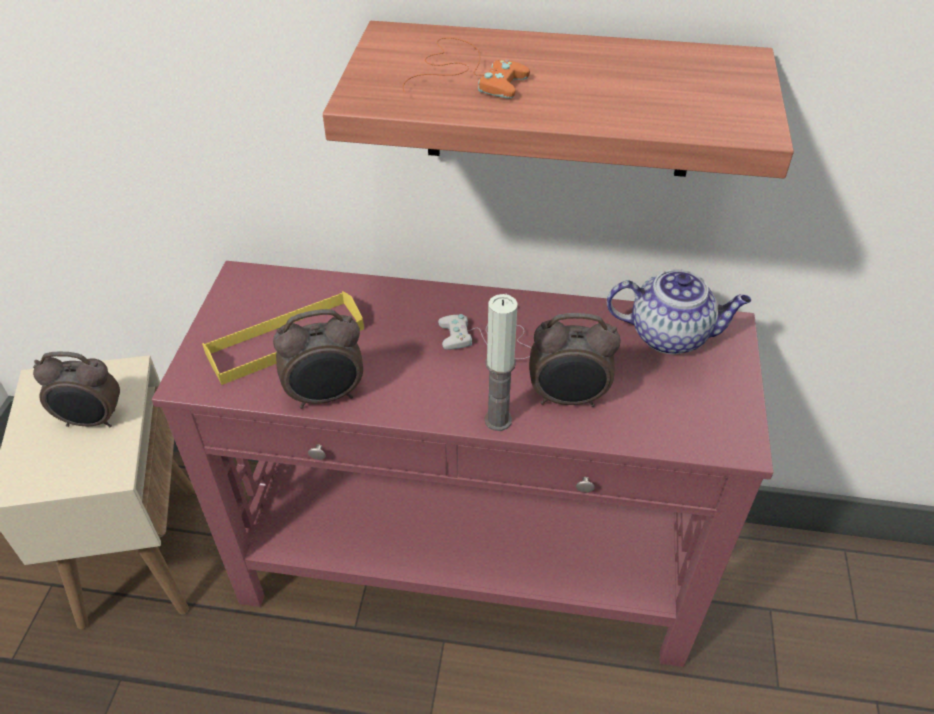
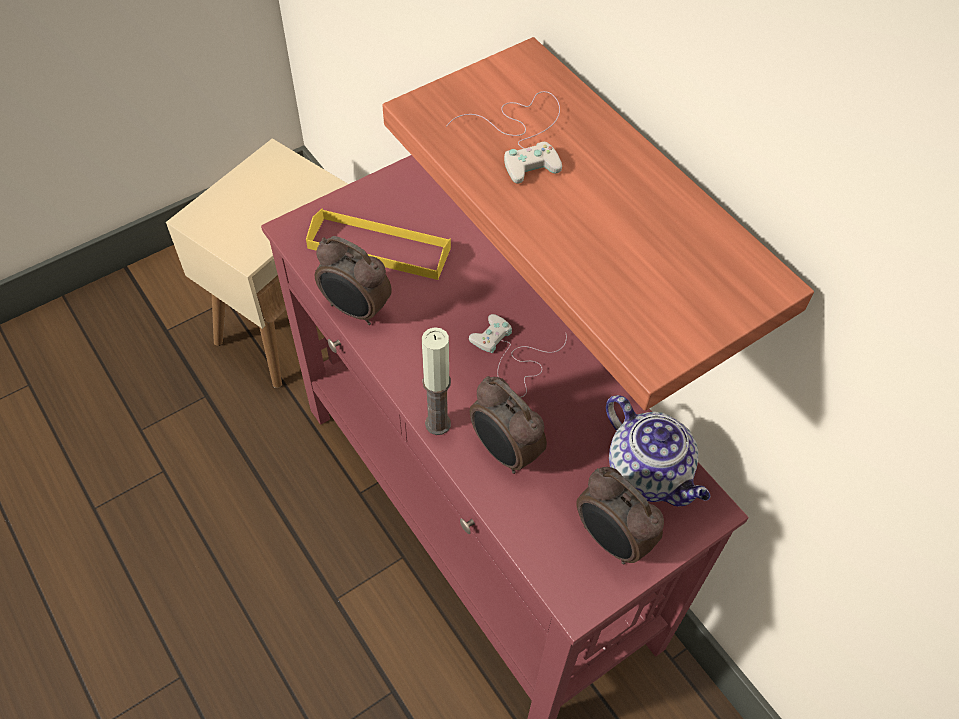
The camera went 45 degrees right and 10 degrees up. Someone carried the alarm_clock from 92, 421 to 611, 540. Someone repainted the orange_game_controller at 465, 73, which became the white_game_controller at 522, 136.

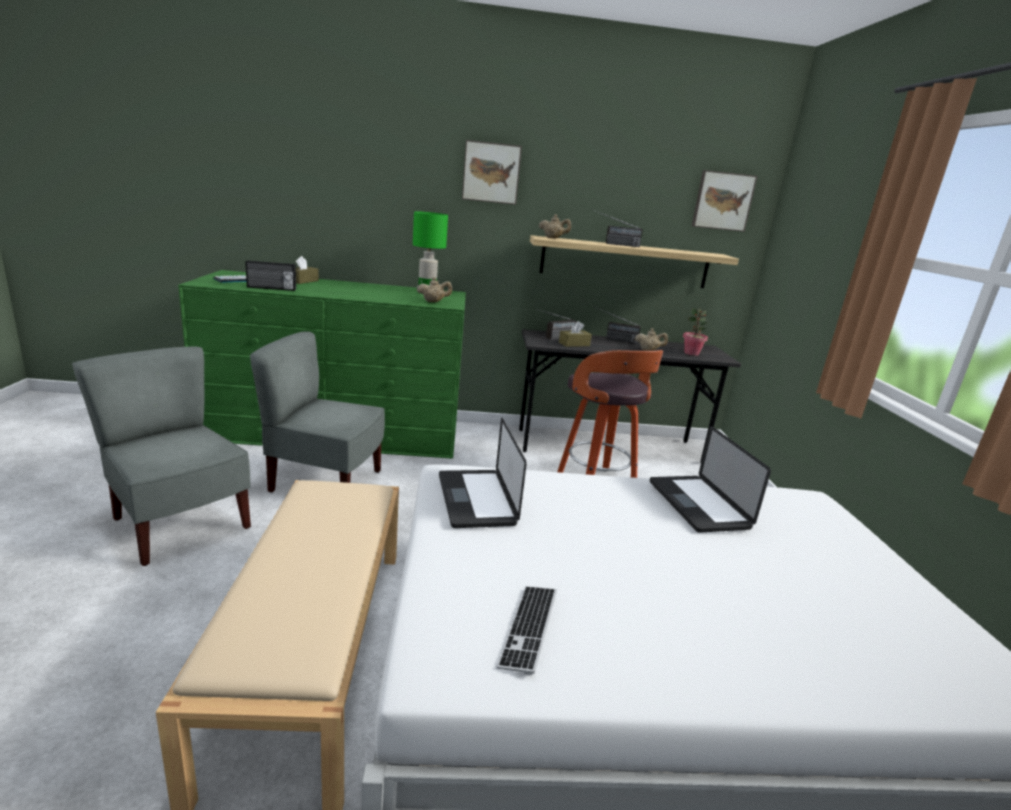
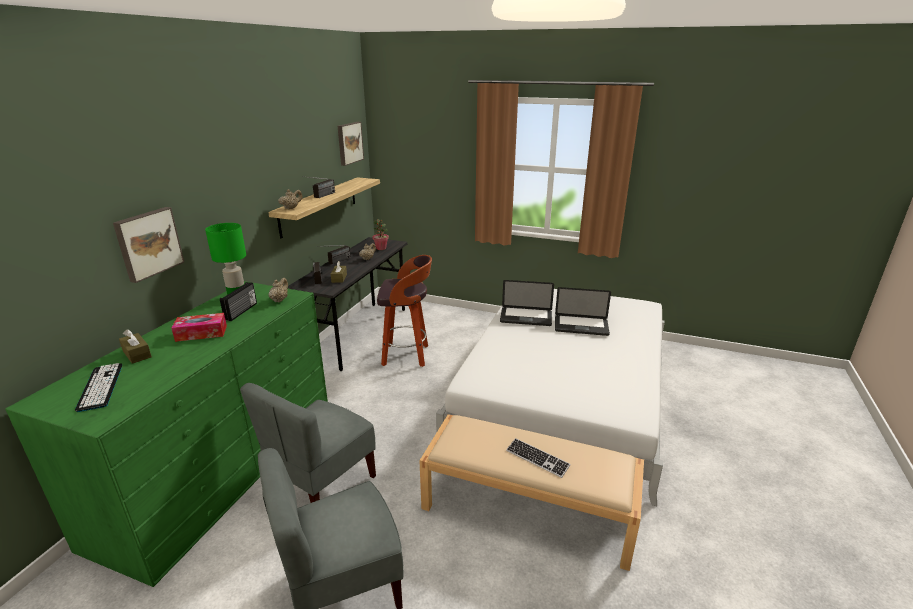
The camera went 65 degrees left and 5 degrees up. Someone carried the radio from 271, 288 to 241, 311. Someone carried the laptop from 476, 499 to 581, 326. Someone carried the picture from 491, 173 to 148, 243. Someone carried the keyboard from 528, 629 to 537, 459. Someone put down the tissue_box at 201, 333.

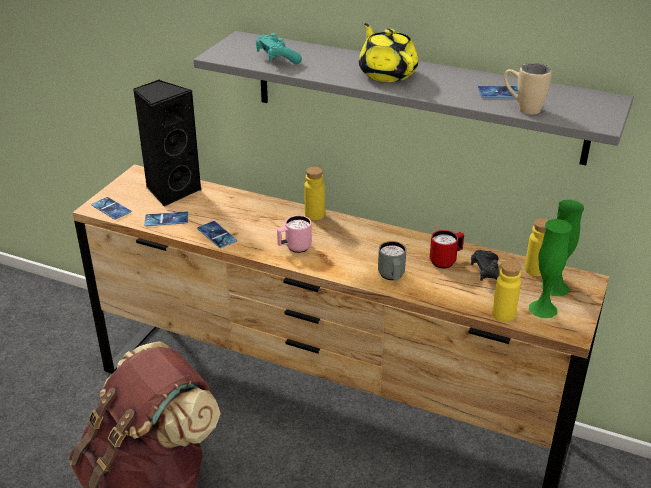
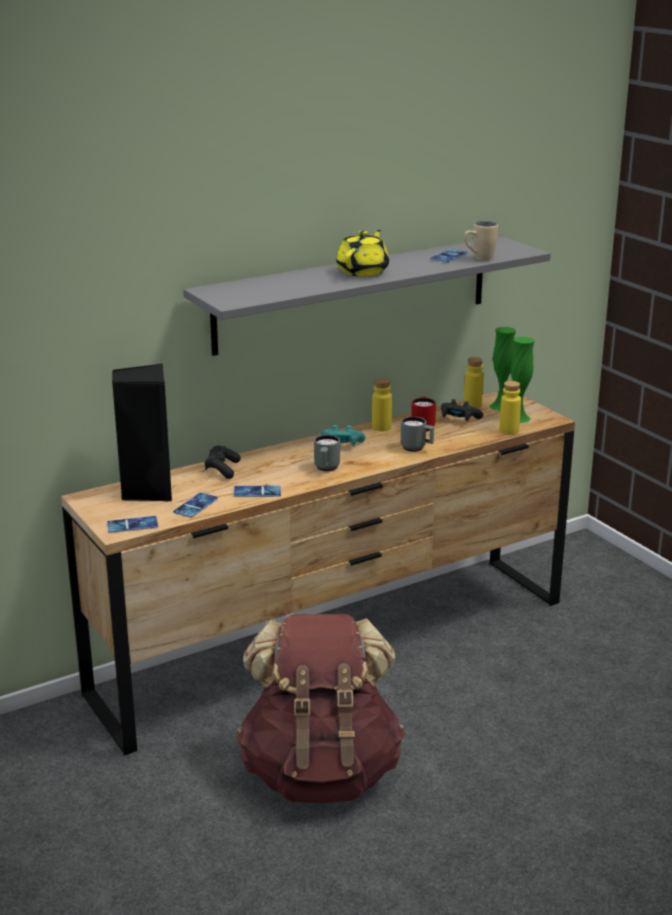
The camera went 55 degrees left and 10 degrees down. Someone carried the turquoise_game_controller from 277, 58 to 342, 445. Someone repainted the pink_mug at 294, 248, which became the grey_mug at 326, 469. Someone carried the yellow_bottle from 314, 215 to 381, 427. Someone rotated the yellow_teapot at 387, 73 by 105 degrees clockwise. Someone put down the black_game_controller at 222, 469.

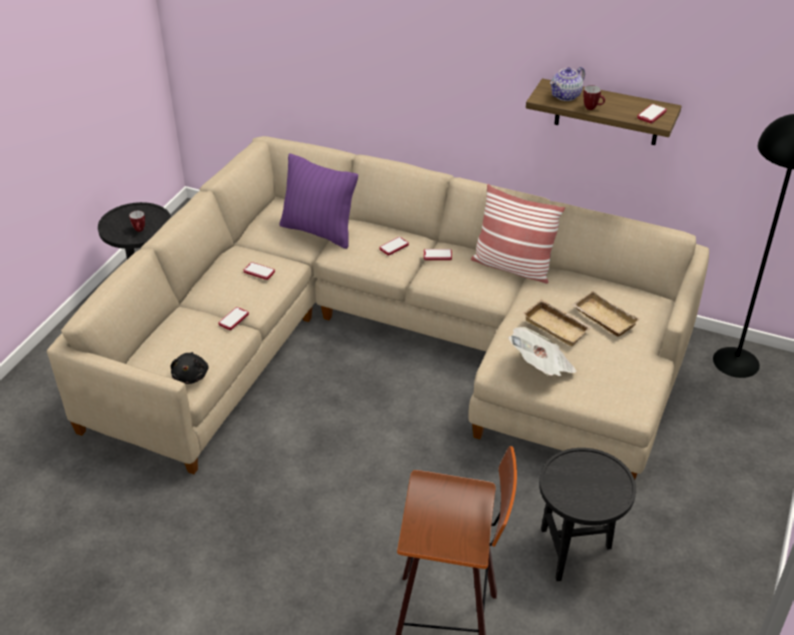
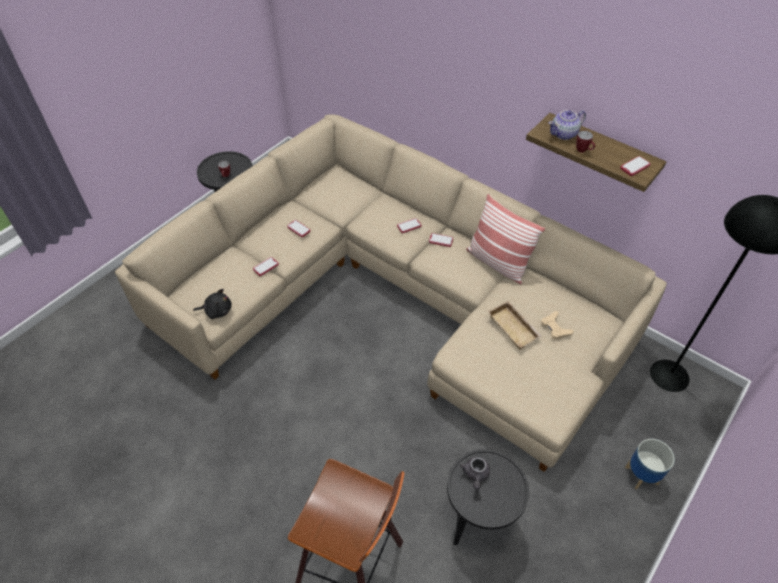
The camera went 15 degrees right and 10 degrees up. Someone rotated the black_plush_toy at 191, 376 by 105 degrees counterclockwise. Someone took away the purple_pillow at 319, 231. Someone took away the newspaper at 541, 366. Someone swapped the beige_tray at 602, 318 for the beige_game_controller at 555, 328. Someone put down the grey_teapot at 475, 475. Someone put down the planter at 641, 476.

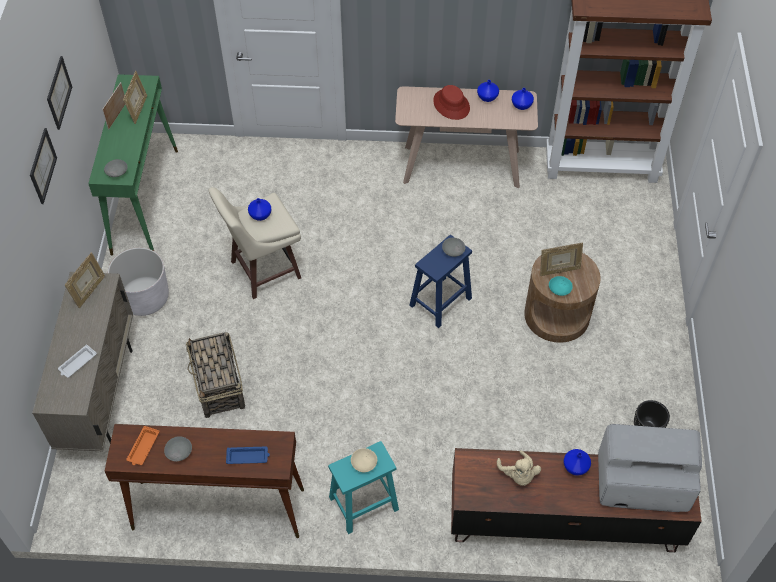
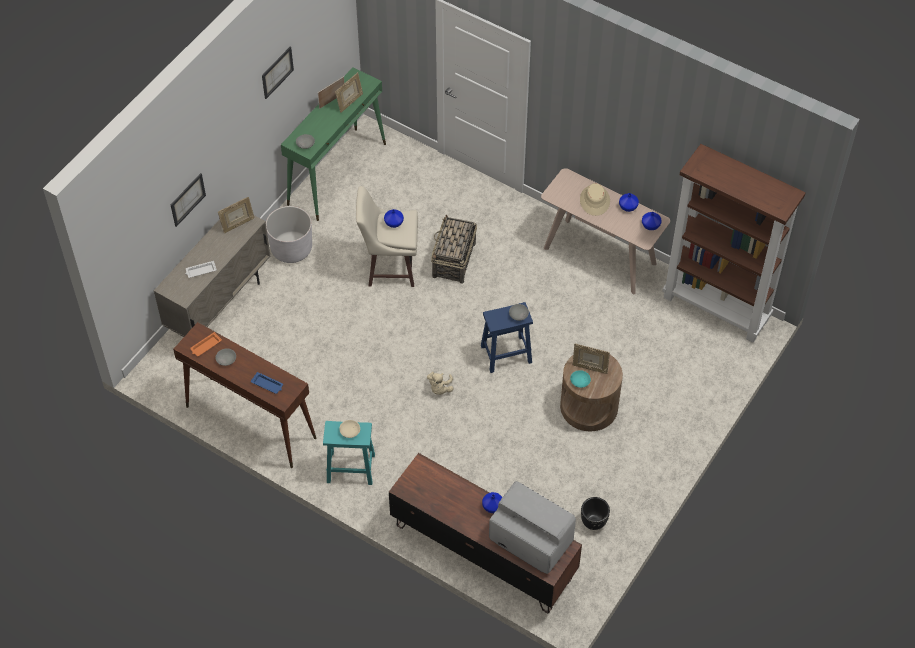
The camera went 30 degrees right and 0 degrees up. Someone carried the picture from 42, 166 to 187, 199. Someone carried the basket from 219, 386 to 453, 261. Someone repainted the red_hat at 451, 104, which became the beige_hat at 595, 200. Someone carried the beige_plush_toy from 518, 475 to 440, 388.

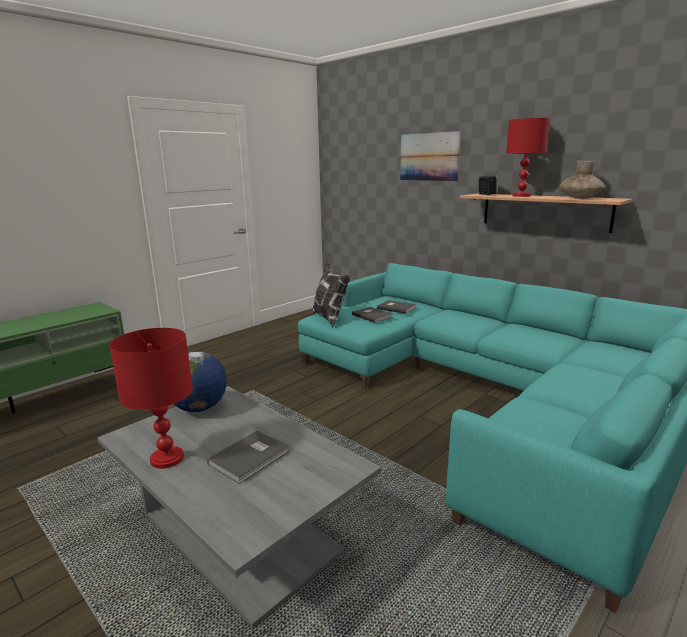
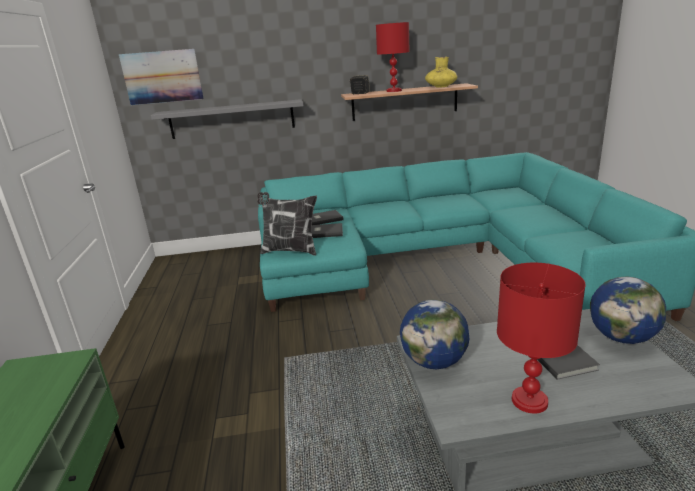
The camera went 50 degrees left and 5 degrees up. Someone carried the picture from 429, 157 to 162, 77. Someone repainted the brown_vase at 580, 198, which became the yellow_vase at 441, 87. Someone put up the grey_shelf at 232, 119. Someone put down the globe at 621, 337.

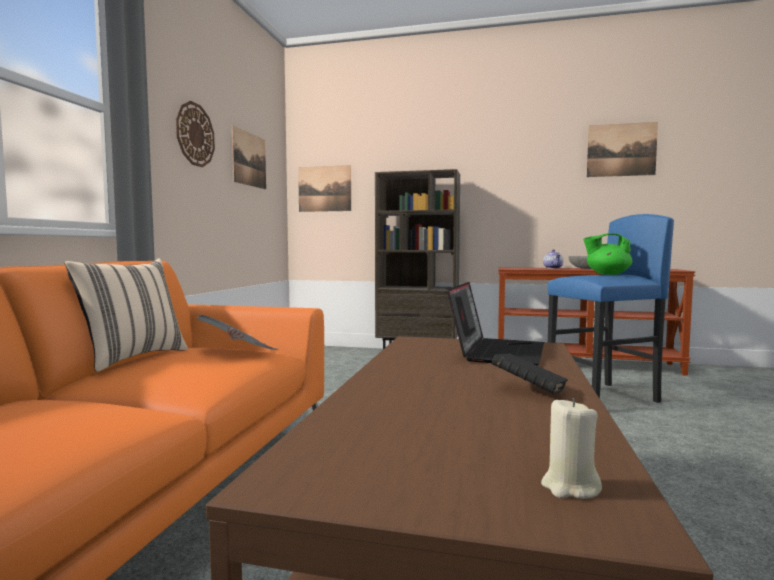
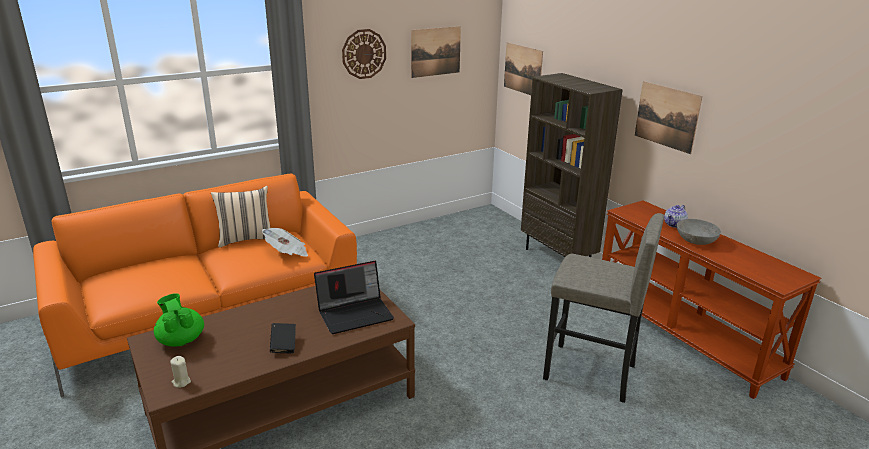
The camera went 45 degrees right and 20 degrees up. Someone repainted the blue_stool at 602, 397, which became the grey_stool at 589, 372. Someone carried the green_teapot from 607, 274 to 181, 340. Someone carried the picture from 621, 150 to 666, 116.

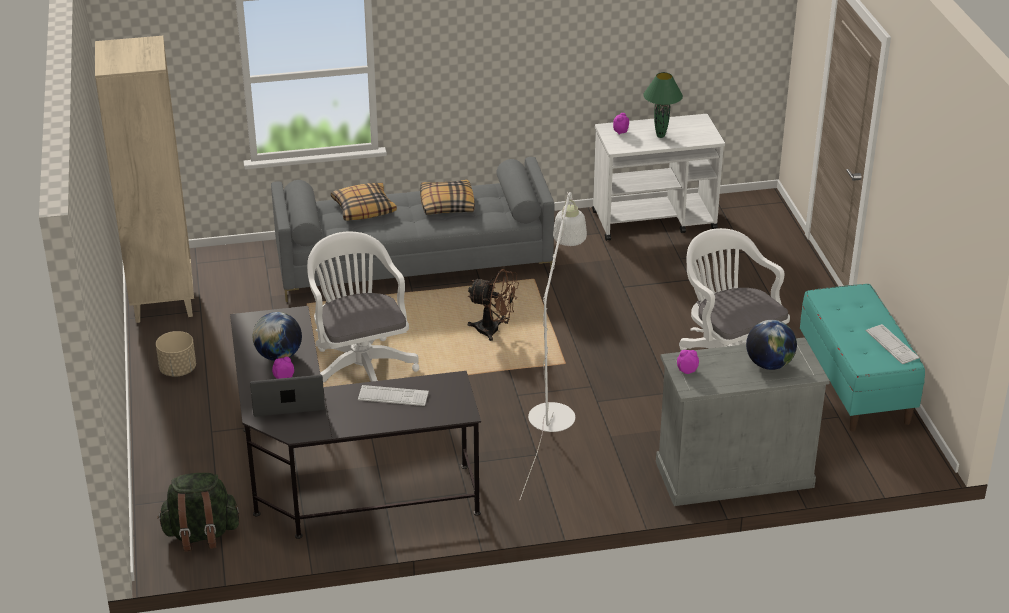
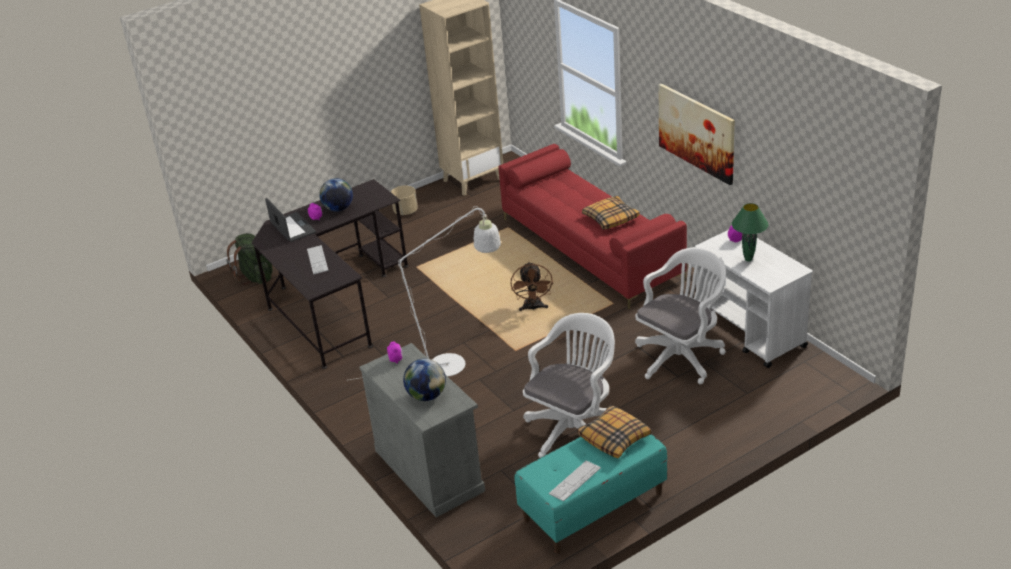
The camera went 70 degrees right and 0 degrees up. Someone repainted the grey_sofa at 414, 262, which became the red_sofa at 591, 249. Someone carried the white_office_chair from 360, 366 to 682, 356. Someone carried the pillow from 363, 208 to 614, 437. Someone put up the picture at 696, 132.

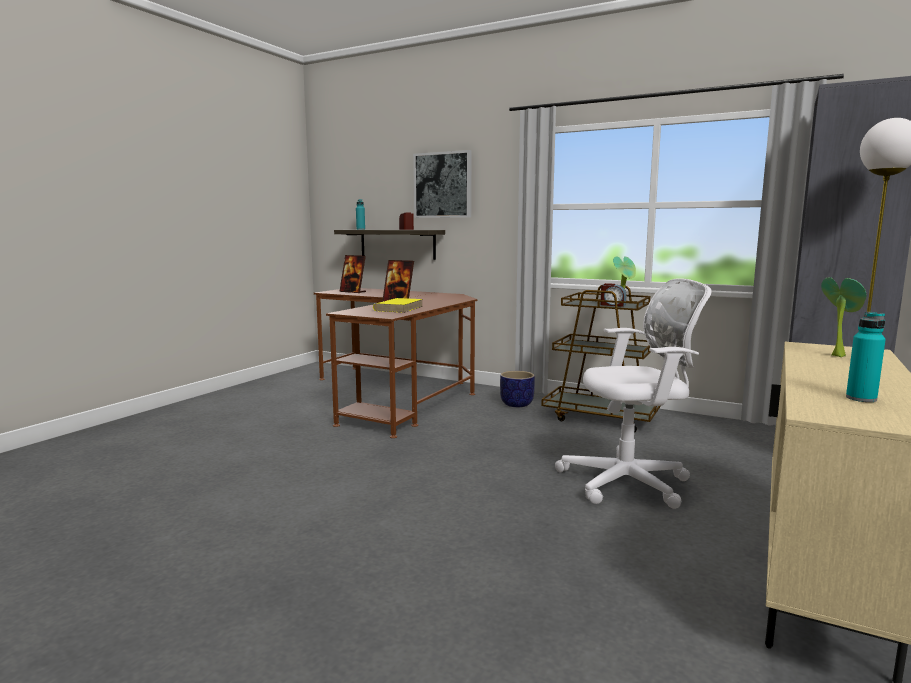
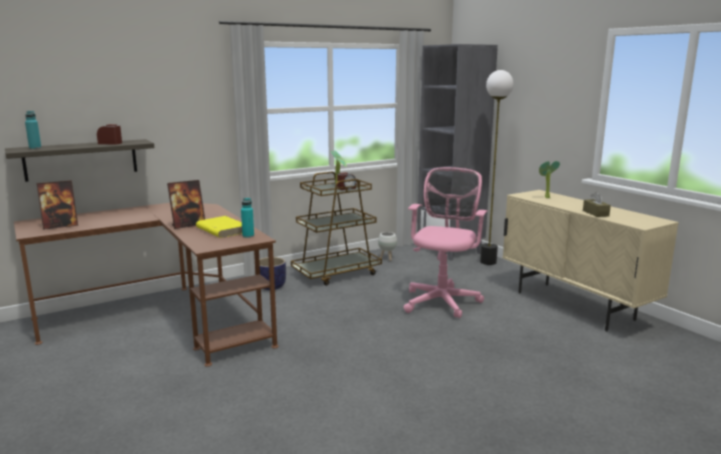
The camera went 60 degrees left and 5 degrees up. Someone took away the picture at 443, 185. Someone repainted the white_office_chair at 630, 483, which became the pink_office_chair at 442, 301. Someone carried the turquoise_bottle from 861, 398 to 248, 236. Someone put down the white_planter at 387, 258. Someone put down the brown_tissue_box at 595, 213.

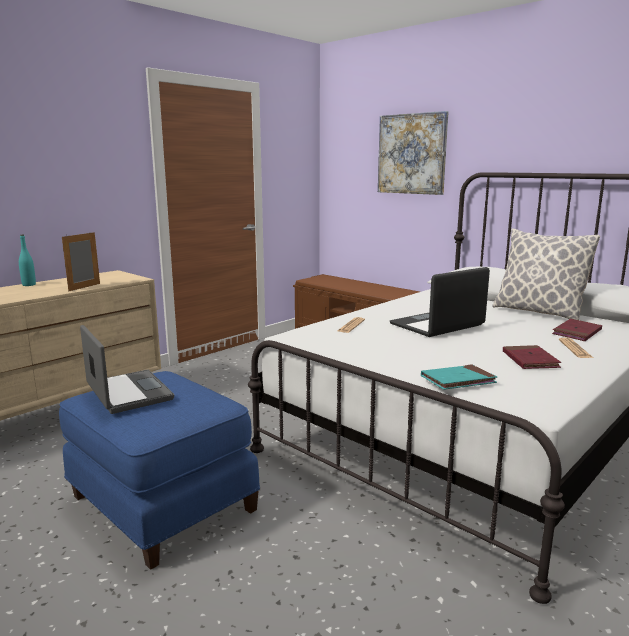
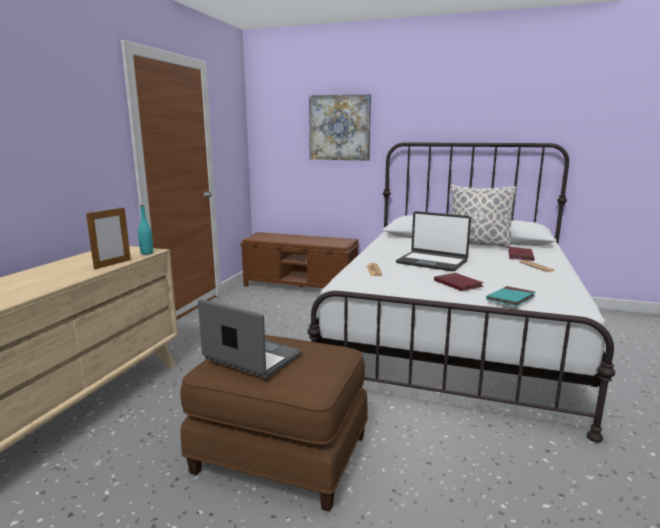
The camera went 25 degrees left and 0 degrees up. Someone carried the turquoise_bottle from 29, 285 to 147, 253. Someone repainted the blue_ottoman at 160, 504, which became the brown_ottoman at 280, 456. Someone rotated the picture_frame at 84, 287 by 150 degrees counterclockwise. Someone rotated the laptop at 437, 325 by 90 degrees counterclockwise. Someone carried the red_book from 530, 360 to 457, 284.

